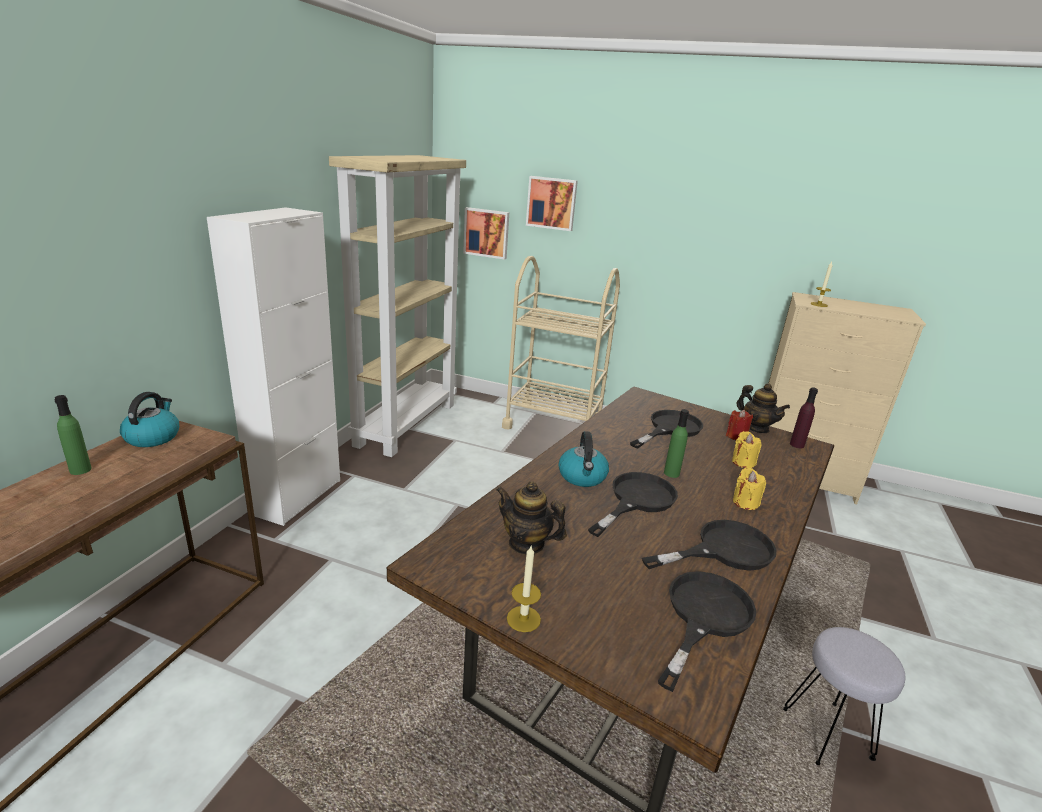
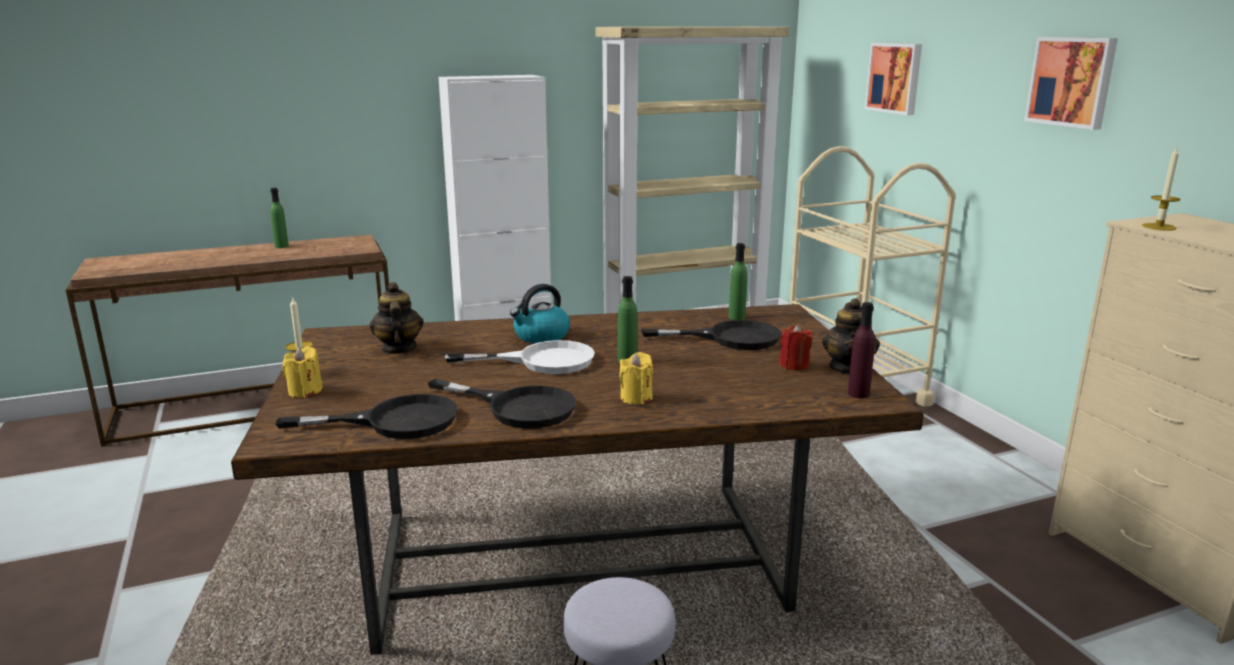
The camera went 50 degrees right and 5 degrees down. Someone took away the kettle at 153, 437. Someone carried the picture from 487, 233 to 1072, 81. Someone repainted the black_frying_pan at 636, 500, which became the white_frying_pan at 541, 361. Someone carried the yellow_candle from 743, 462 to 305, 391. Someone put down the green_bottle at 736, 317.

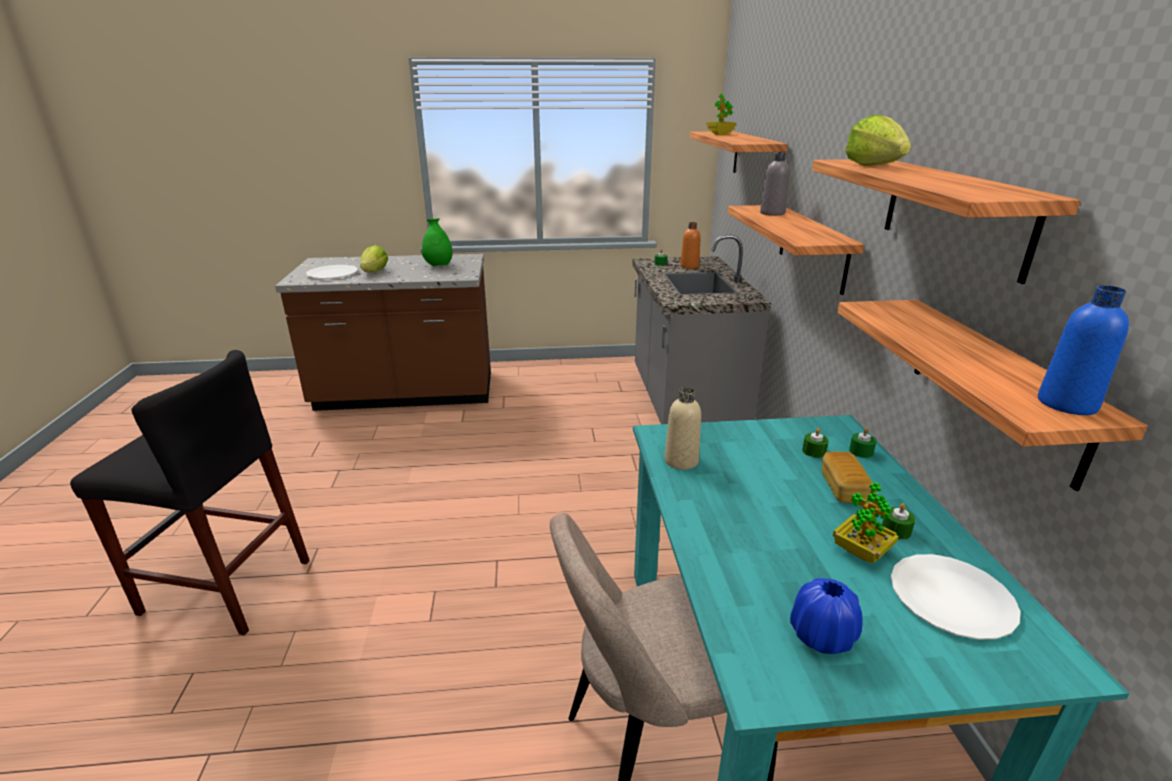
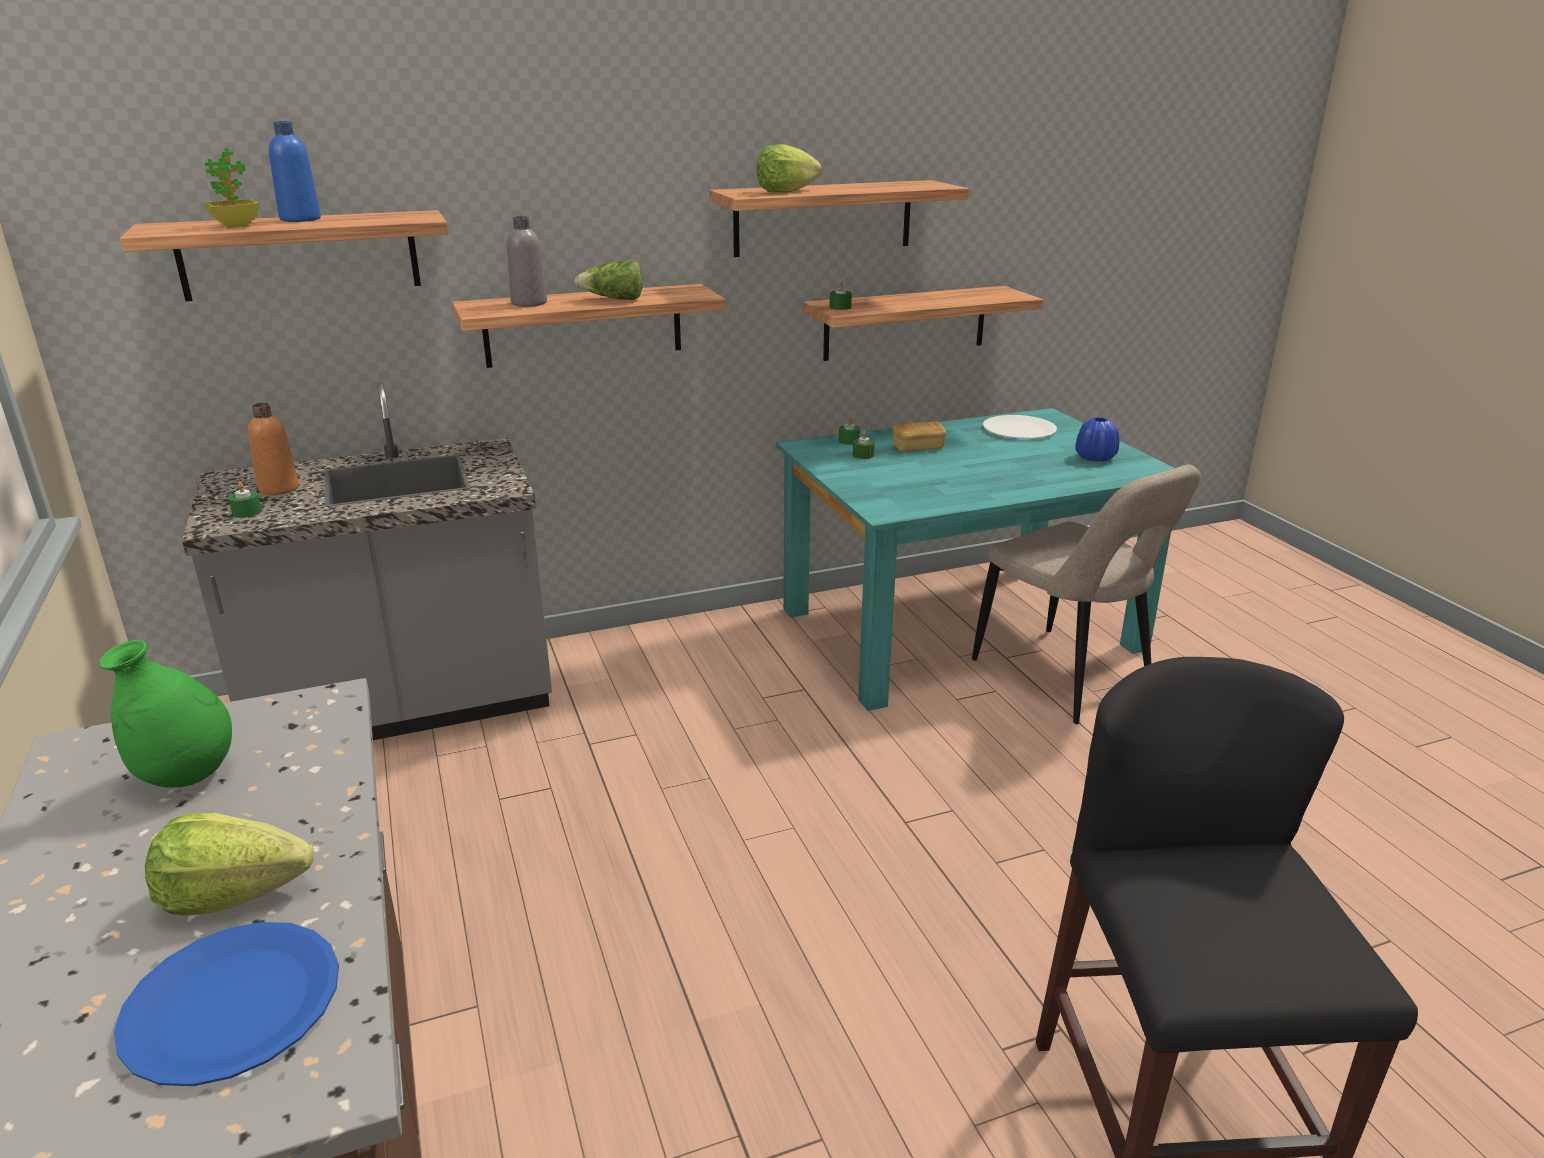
The camera went 105 degrees left and 0 degrees up. Someone repainted the white_plate at 332, 273, which became the blue_plate at 232, 1005. Someone took away the beige_bottle at 681, 461. Someone took away the potted_plant at 861, 551. Someone carried the green_candle from 896, 530 to 840, 307. Someone carried the blue_bottle from 1067, 404 to 300, 219. Someone put down the lettuce at 614, 299.

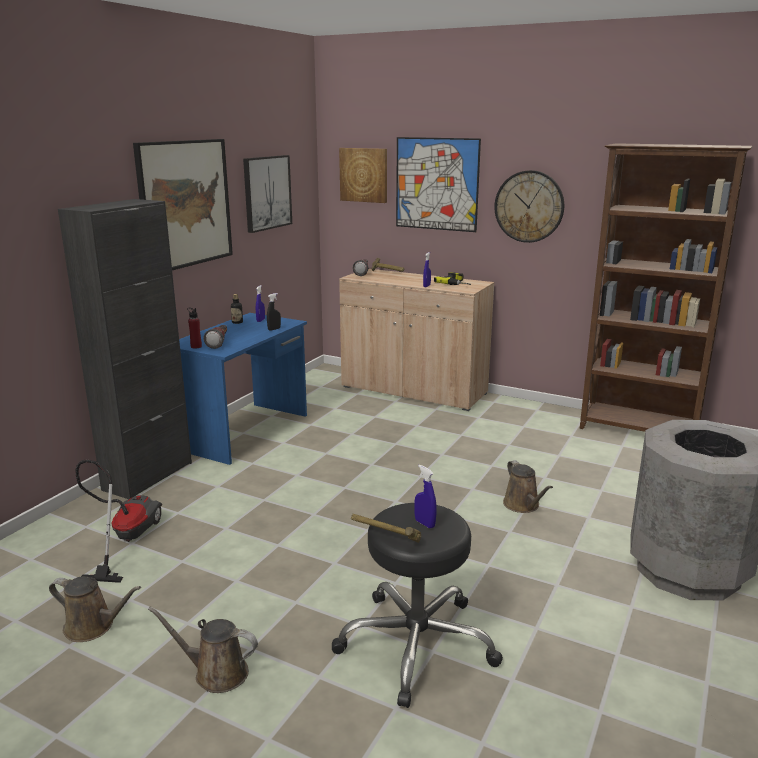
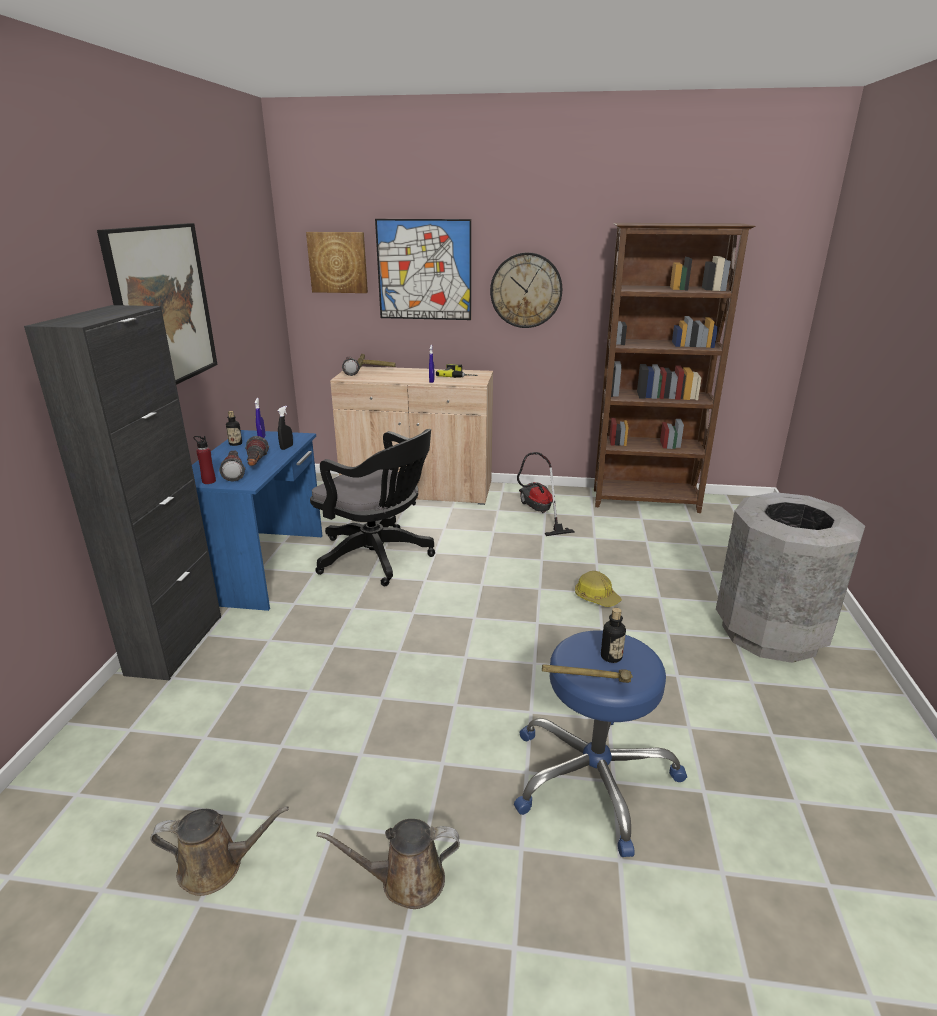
The camera went 20 degrees left and 5 degrees up. Someone carried the vacuum_cleaner from 125, 540 to 538, 512. Someone took away the picture at 267, 193. Someone repainted the black_stool at 416, 644, which became the blue_stool at 593, 778. Someone swapped the blue_spray_bottle at 424, 523 for the bottle at 611, 656. Someone swapped the brown_watering_can at 523, 505 for the hard_hat at 596, 597. Someone put down the flashlight at 256, 465. Someone put down the black_office_chair at 379, 558.

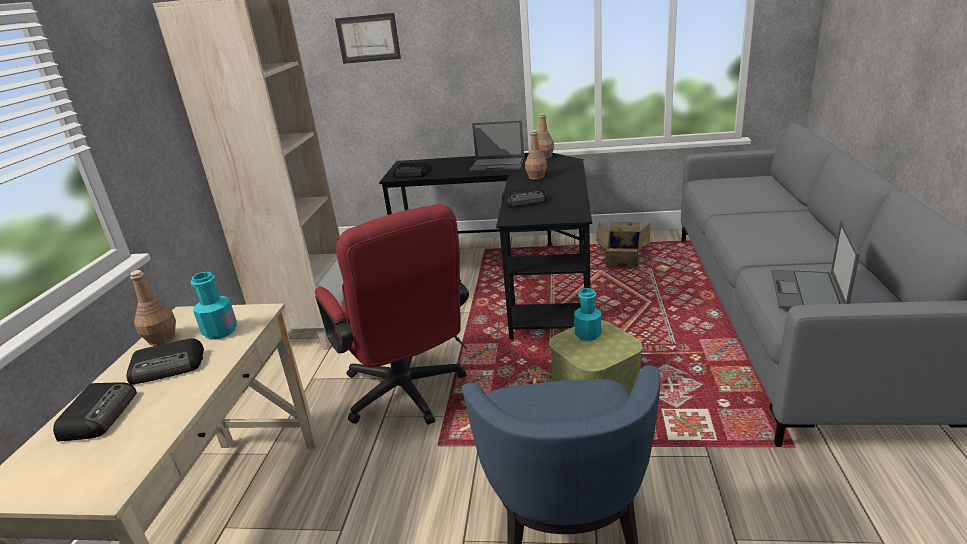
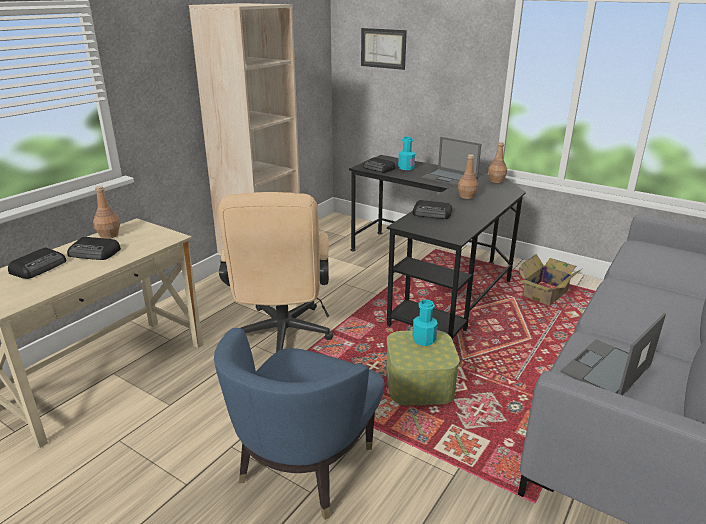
The camera went 25 degrees right and 0 degrees up. Someone carried the turquoise_bottle from 220, 331 to 406, 168. Someone repainted the red_office_chair at 408, 395, which became the beige_office_chair at 282, 337.

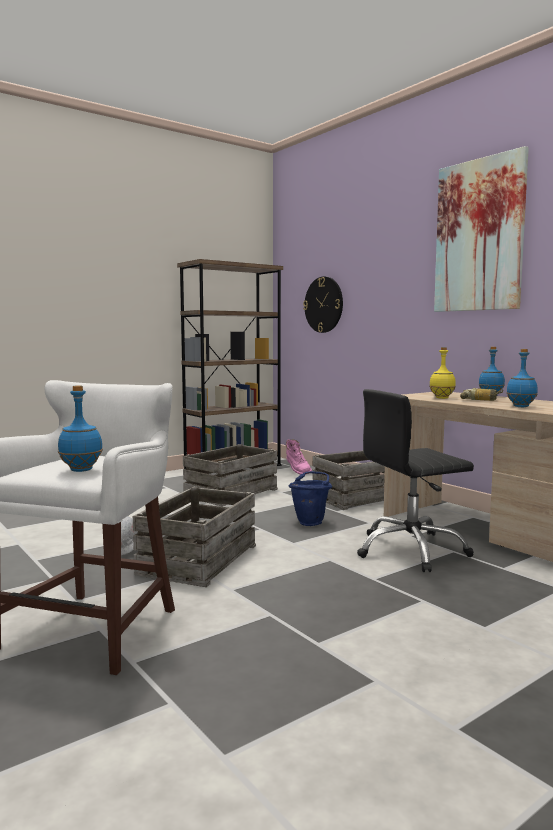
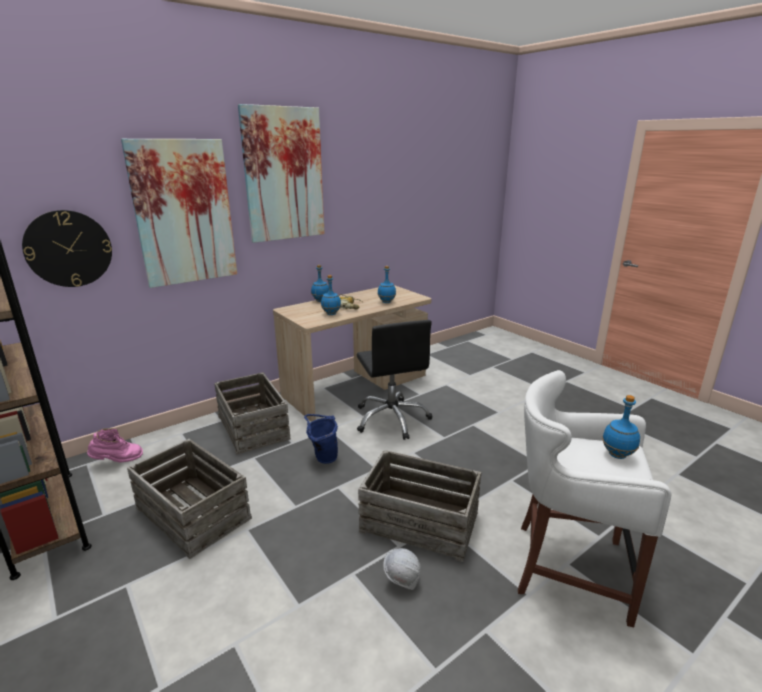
The camera went 90 degrees left and 15 degrees up. Someone repainted the yellow_bottle at 442, 398, which became the blue_bottle at 331, 314. Someone put up the picture at 184, 213.

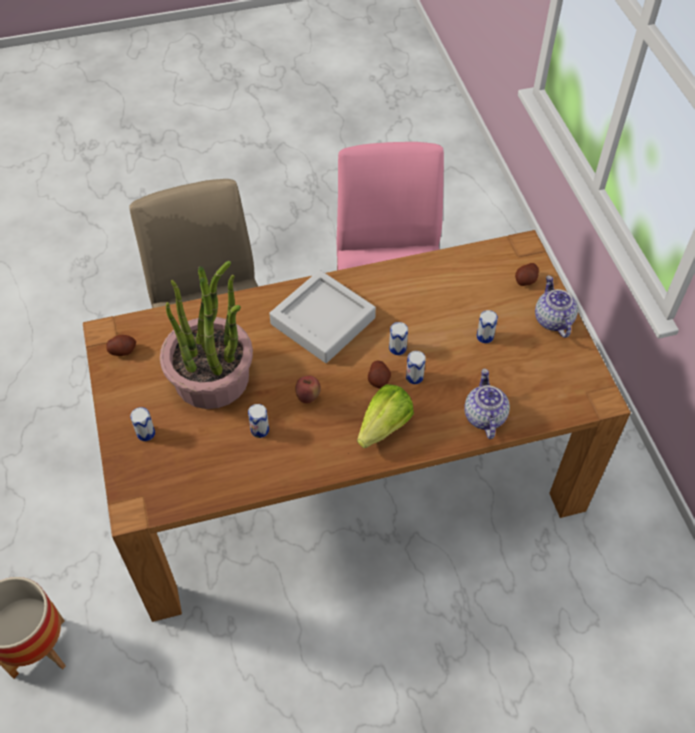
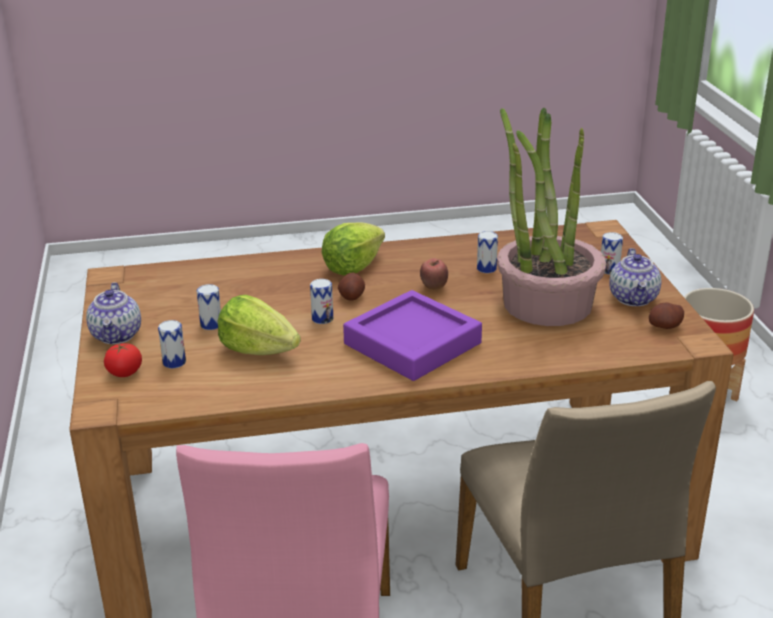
The camera went 175 degrees left and 25 degrees down. Someone repainted the grey_tray at 323, 321, which became the purple_tray at 412, 344. Someone carried the can from 414, 377 to 174, 362. Someone carried the teapot from 484, 416 to 634, 298. Someone swapped the potato at 525, 280 for the tomato at 125, 372. Someone put down the lettuce at 258, 350.

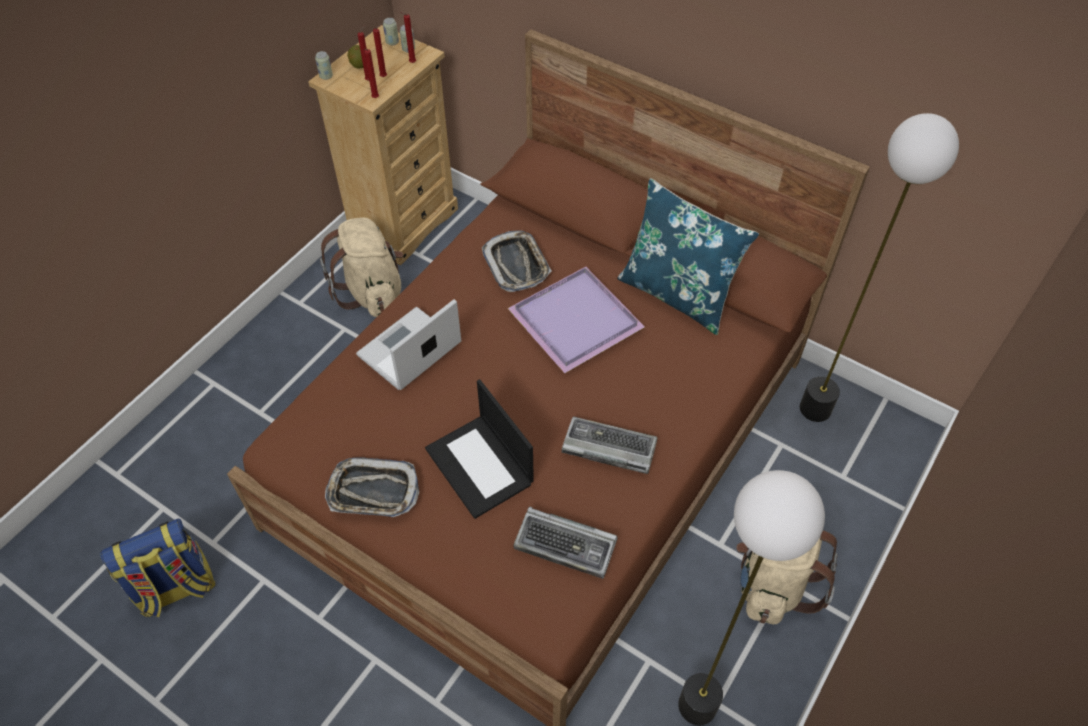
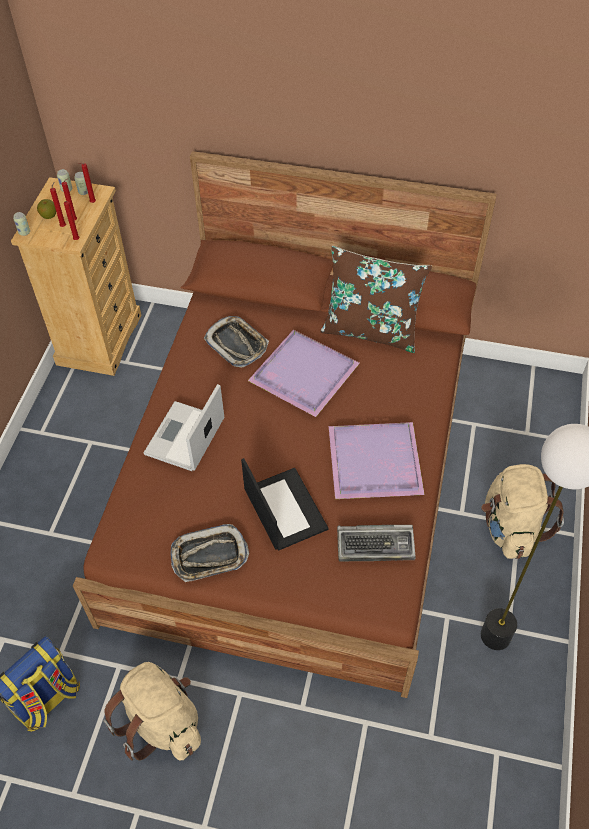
The camera went 20 degrees left and 0 degrees up. Someone carried the beige_backpack from 372, 291 to 161, 722. Someone rotated the laptop at 480, 466 by 150 degrees counterclockwise. Someone swapped the keyboard at 608, 448 for the purple_tray at 373, 463. Someone repainted the blue_pillow at 677, 294, which became the brown_pillow at 371, 330. Someone took away the floor_lamp at 814, 408.

